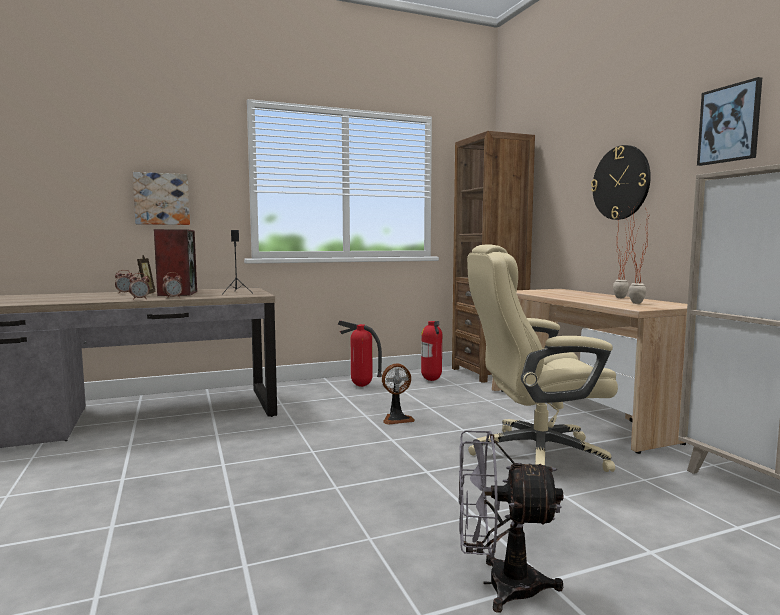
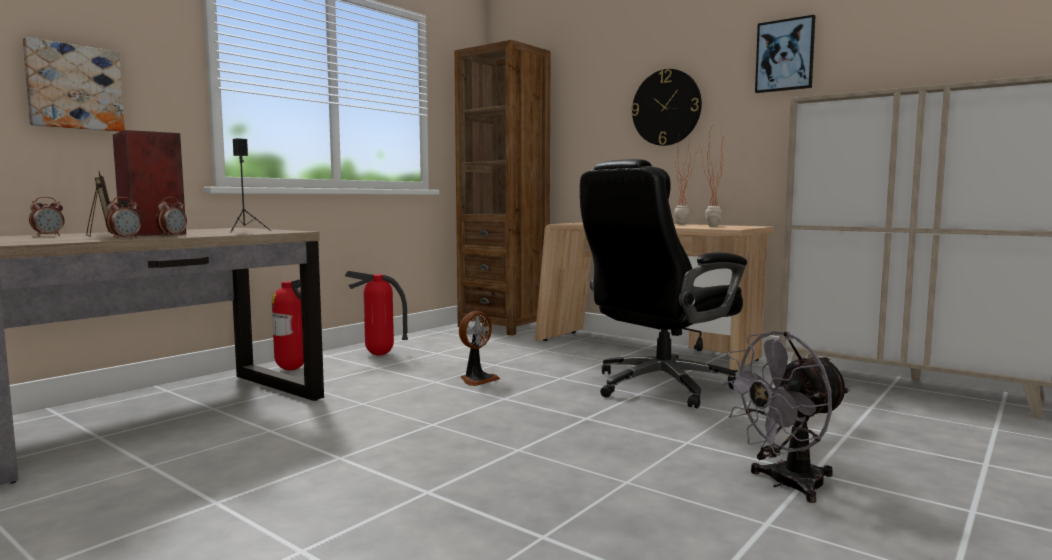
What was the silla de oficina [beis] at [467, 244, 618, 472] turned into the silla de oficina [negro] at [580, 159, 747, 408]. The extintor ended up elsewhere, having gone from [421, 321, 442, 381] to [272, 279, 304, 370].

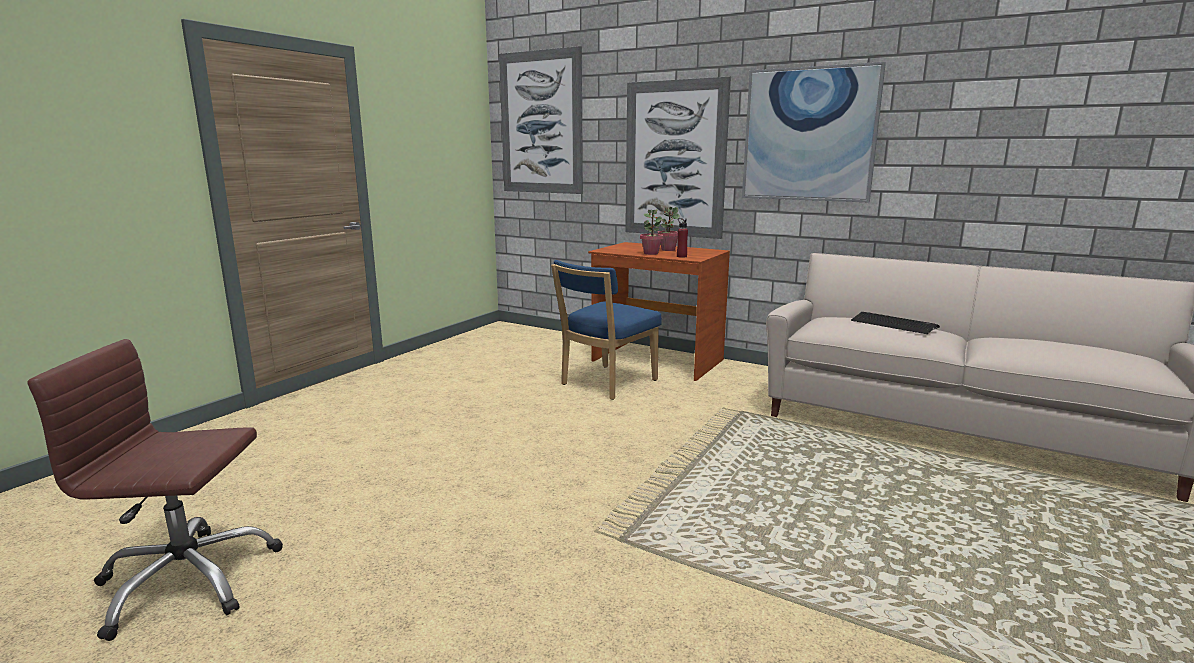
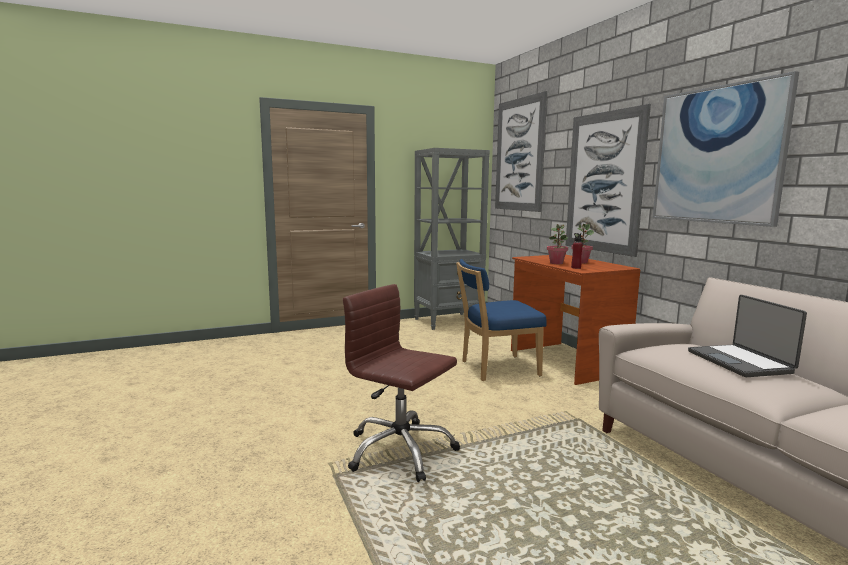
Where the teclado stood at [851, 312, 940, 334], the portátil came to stand at [688, 295, 807, 377]. The silla de oficina [marrón] ended up elsewhere, having gone from [27, 339, 283, 641] to [343, 284, 460, 482]. The second view gained the estantería [gris] at [414, 148, 490, 330].

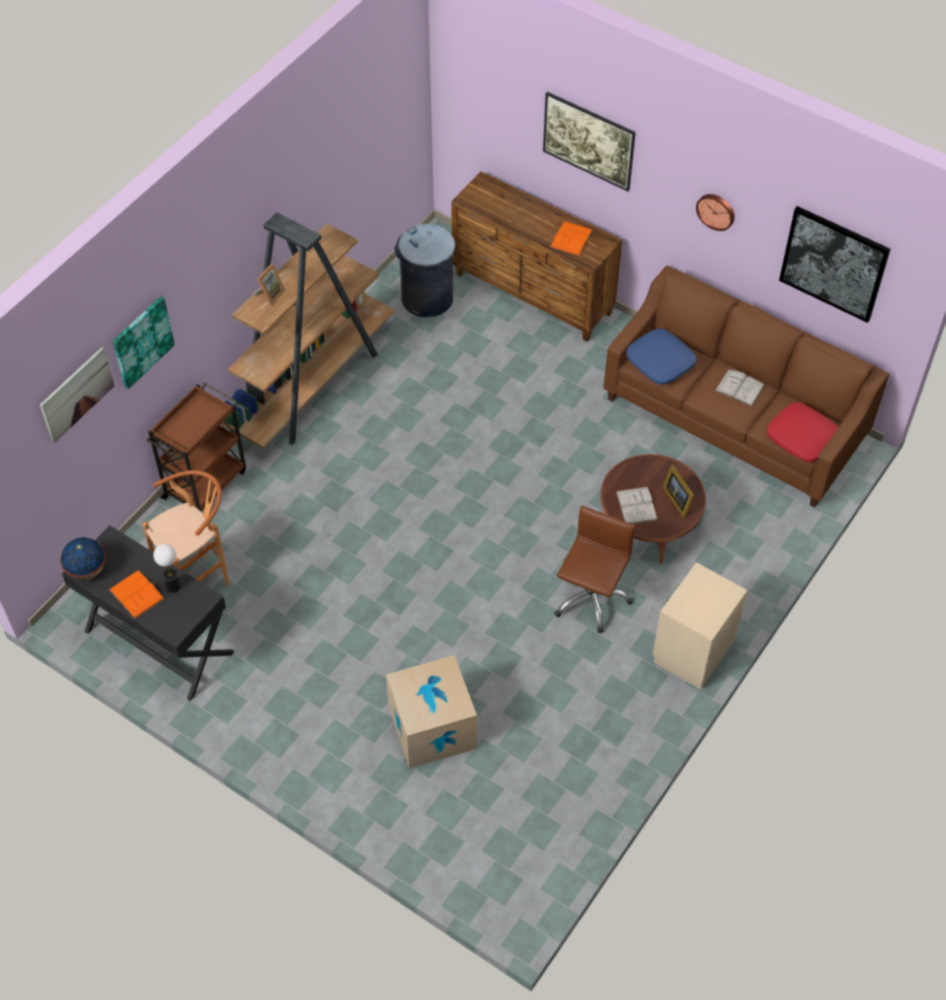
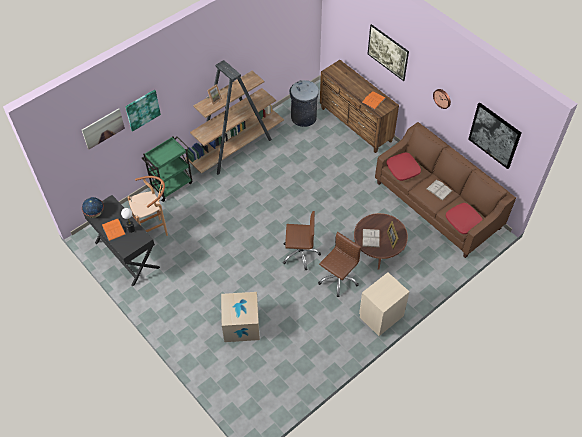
What was the cojín [azul] at [626, 328, 696, 385] turned into the cojín [rojo] at [386, 153, 421, 181]. What was the carrito [marrón] at [146, 383, 246, 512] turned into the carrito [verde] at [142, 136, 192, 202]. The second view gained the silla de oficina [marrón] at [283, 211, 321, 271].

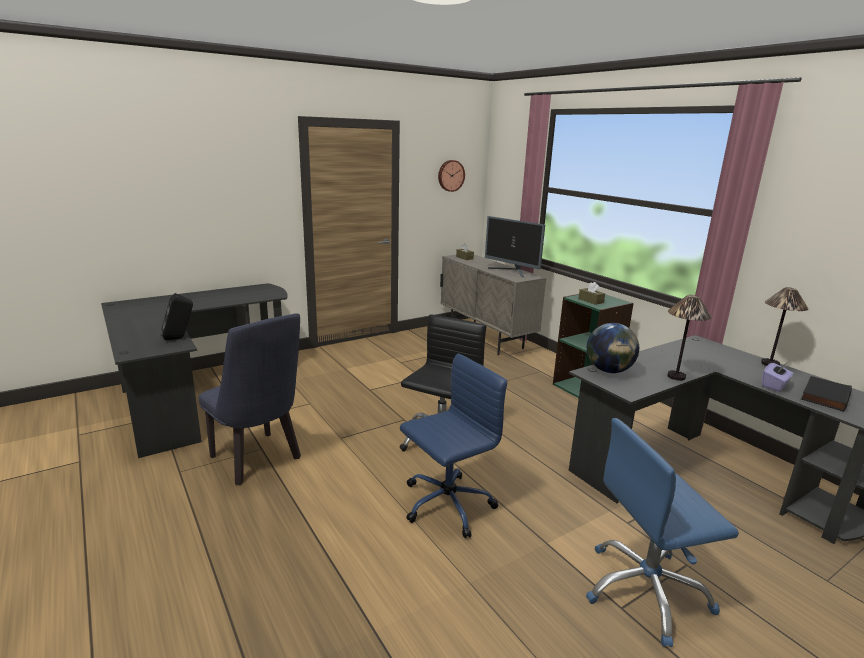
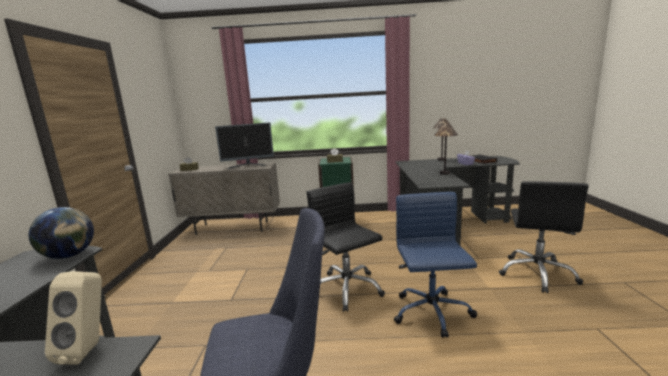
The second view lost the reloj de pared at [438, 160, 465, 192]. What was the altavoz [negro] at [161, 293, 193, 340] turned into the altavoz [beis] at [45, 271, 102, 365]. The globo terráqueo ended up elsewhere, having gone from [587, 323, 639, 373] to [29, 207, 94, 259]. What was the silla de oficina [azul] at [586, 418, 739, 647] turned into the silla de oficina [negro] at [499, 181, 589, 293].

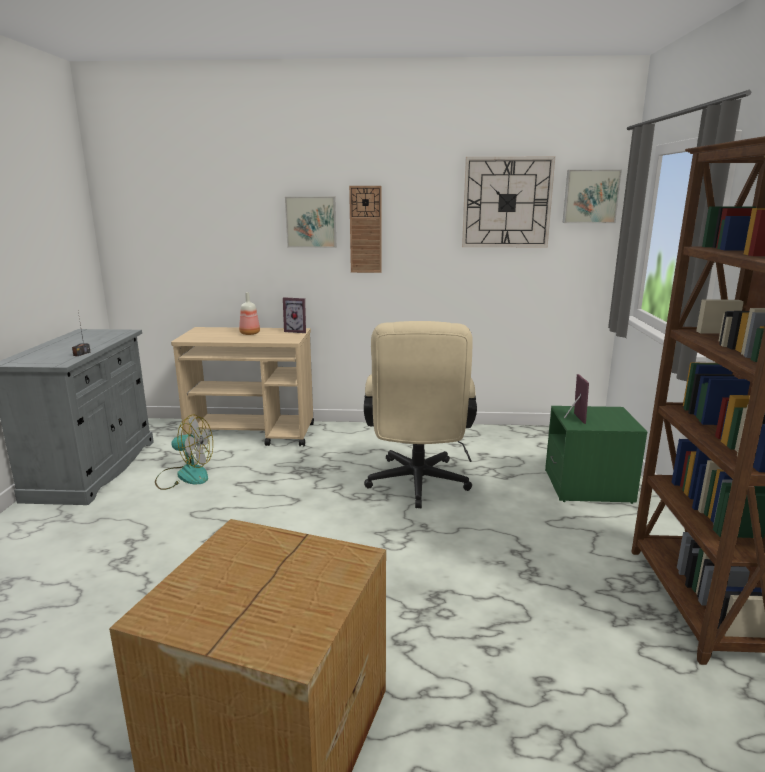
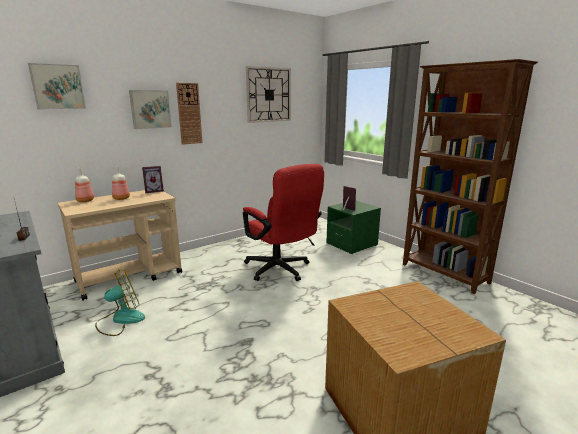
The cuadro ended up elsewhere, having gone from [563, 170, 622, 223] to [28, 63, 86, 110]. What was the silla de oficina [beis] at [364, 321, 477, 508] turned into the silla de oficina [rojo] at [243, 164, 324, 281]. The second view gained the botella at [75, 168, 94, 202].

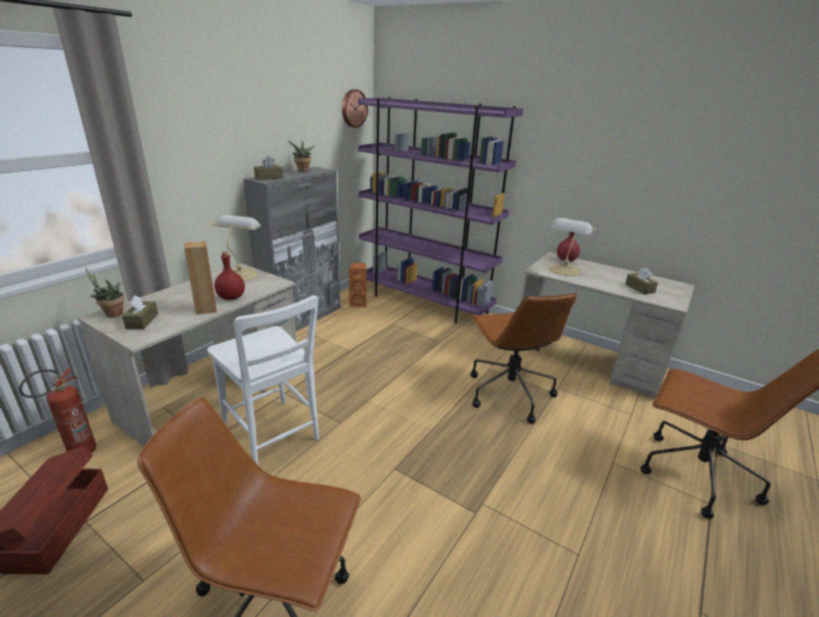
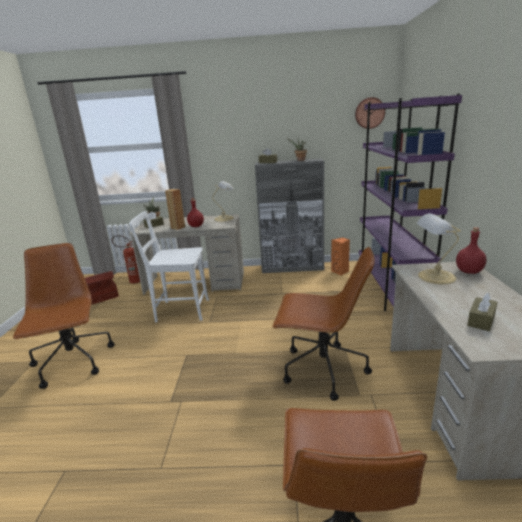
The silla de oficina [marrón] at [470, 293, 577, 424] ended up facing another way, 120 degrees counterclockwise from before. The silla [blanco] at [207, 295, 319, 466] ended up facing another way, 75 degrees clockwise from before.

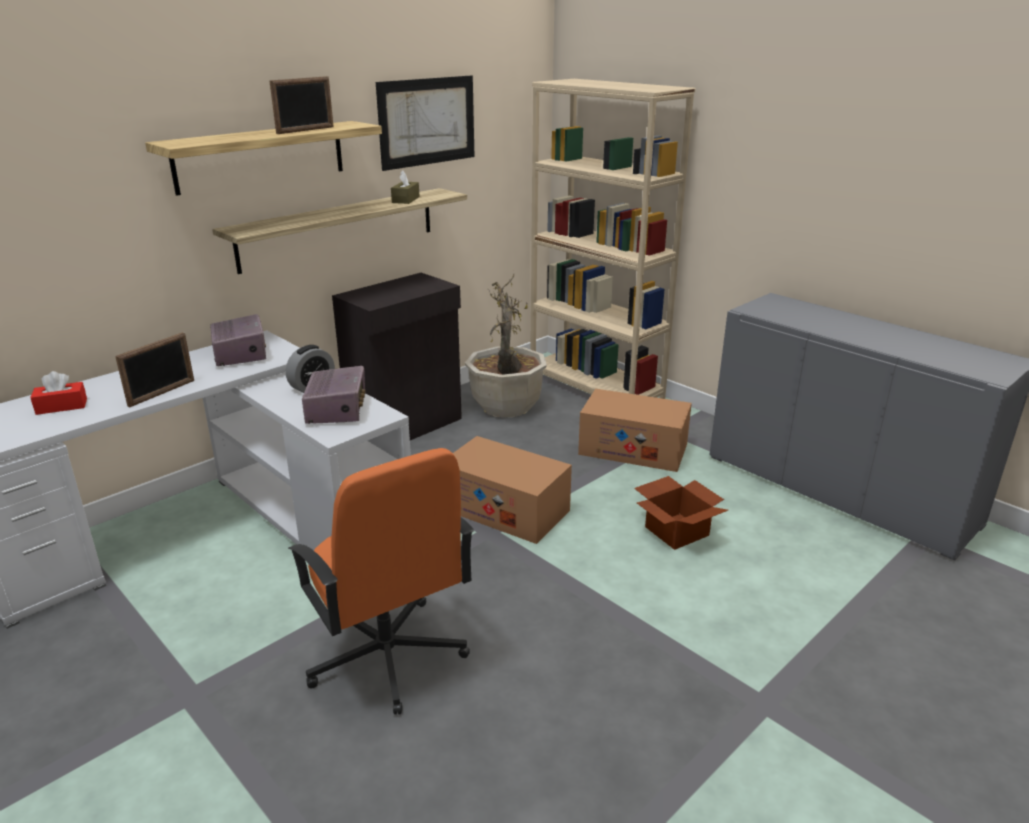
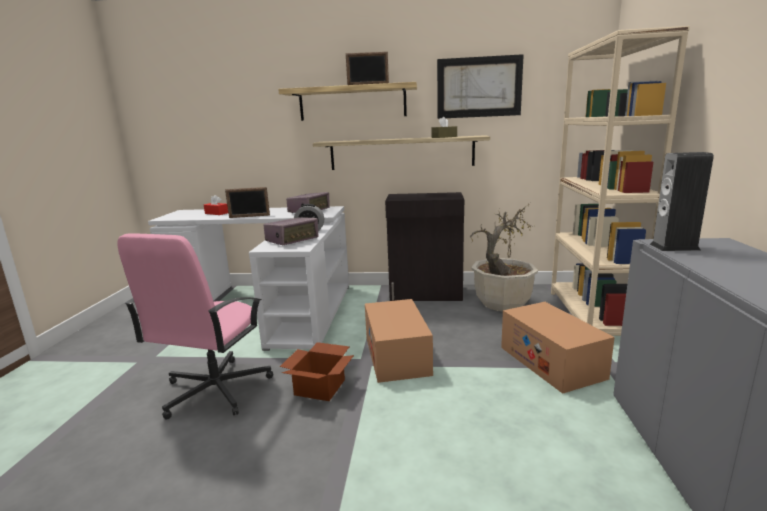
What was the silla de oficina [naranja] at [288, 448, 474, 715] turned into the silla de oficina [rosa] at [117, 233, 273, 420]. The caja de cartón ended up elsewhere, having gone from [634, 476, 728, 550] to [280, 342, 354, 401]. The second view gained the altavoz at [650, 152, 714, 251].

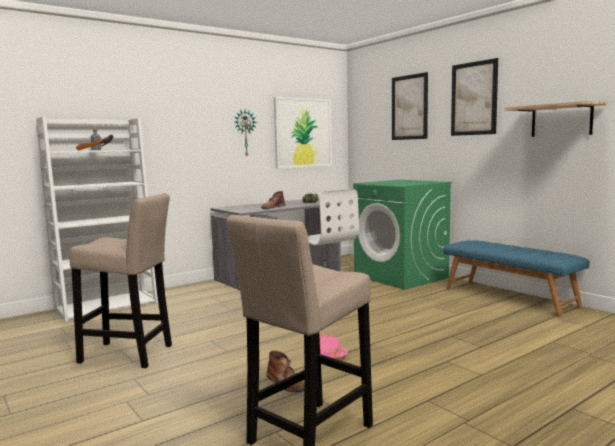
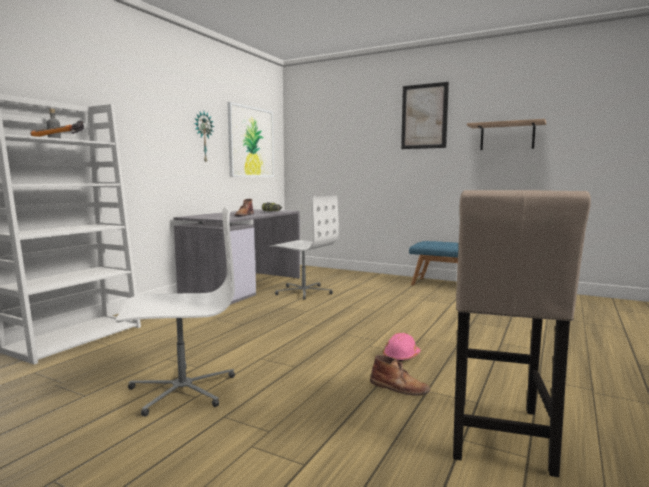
The second view lost the cuadro at [392, 72, 428, 140]. The second view lost the lavadora [verde] at [353, 180, 452, 290]. Where the taburete [beis] stood at [69, 193, 172, 368], the silla de oficina [blanco] came to stand at [116, 206, 235, 417].

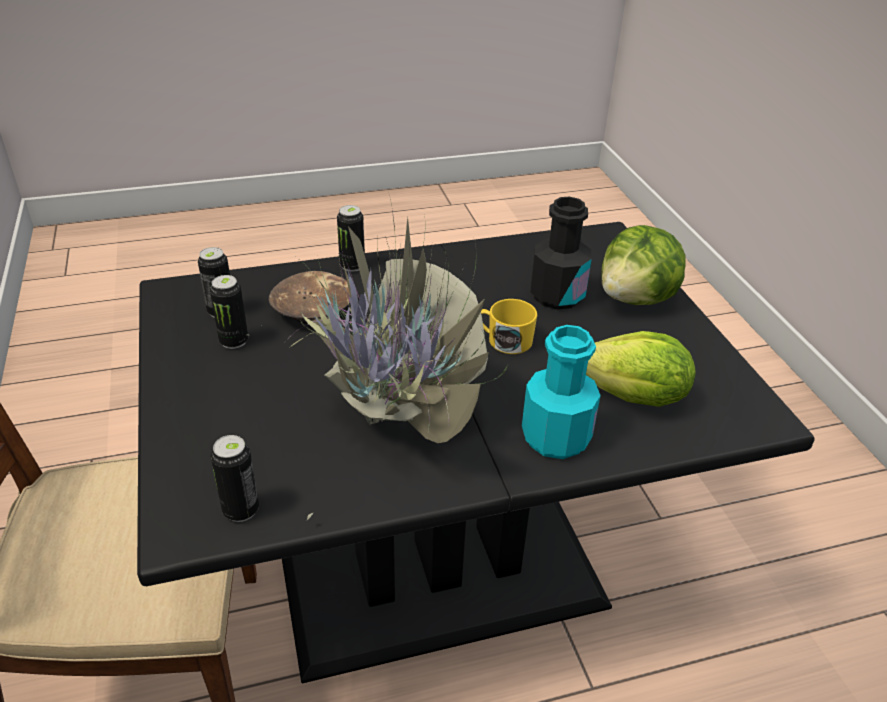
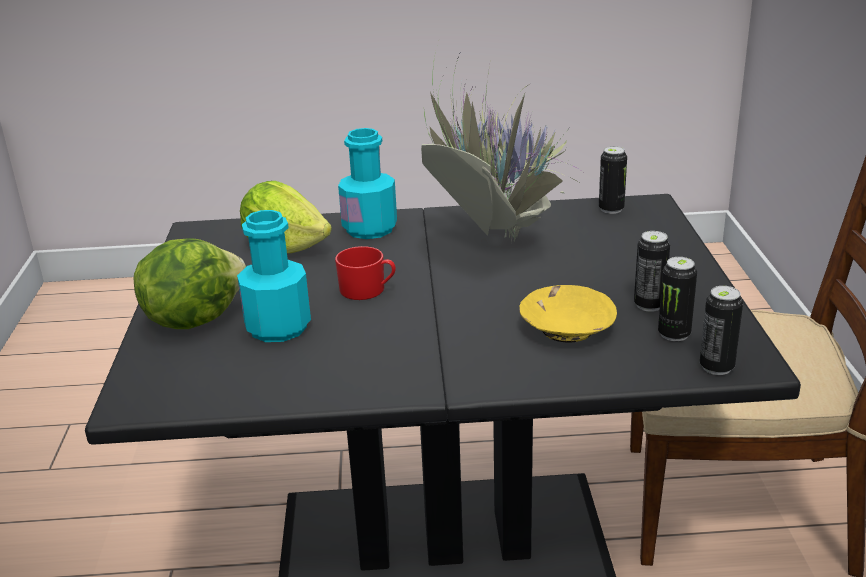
What was the botella [negro] at [531, 197, 592, 310] turned into the botella [turquesa] at [237, 210, 311, 342]. The lata ended up elsewhere, having gone from [337, 205, 365, 272] to [700, 286, 743, 375]. What was the cuenco [marrón] at [269, 271, 350, 324] turned into the cuenco [amarillo] at [519, 285, 617, 342]. What was the taza grande [amarillo] at [481, 299, 537, 354] turned into the taza grande [rojo] at [335, 246, 396, 300].

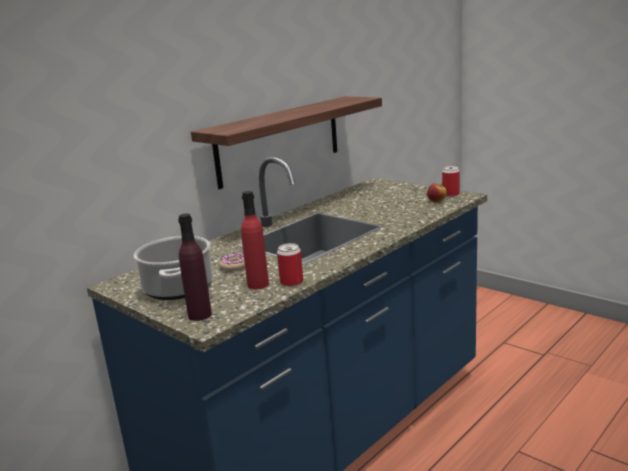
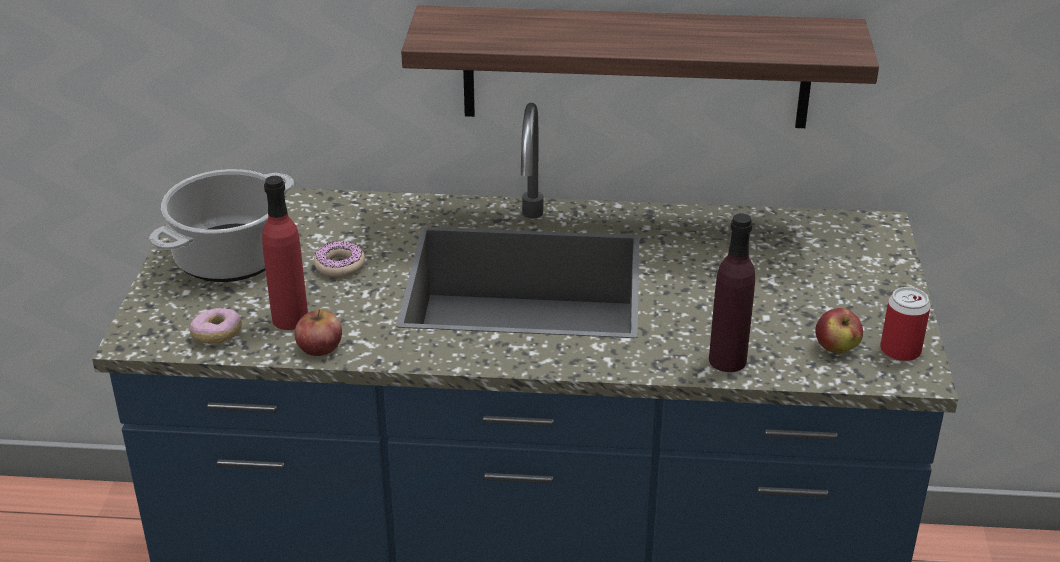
The botella [morado] ended up elsewhere, having gone from [178, 213, 212, 321] to [709, 213, 755, 372]. Where the lata stood at [277, 243, 303, 287], the manzana came to stand at [294, 309, 342, 356]. The second view gained the rosquilla at [190, 308, 242, 344].

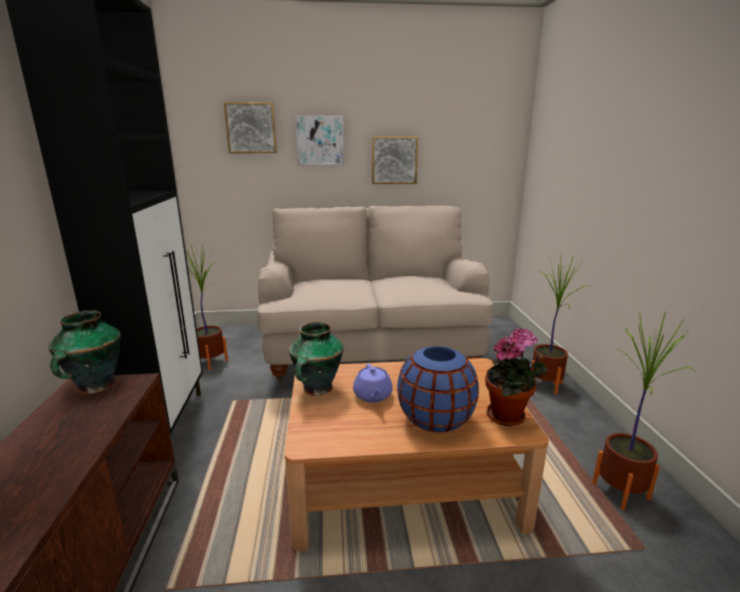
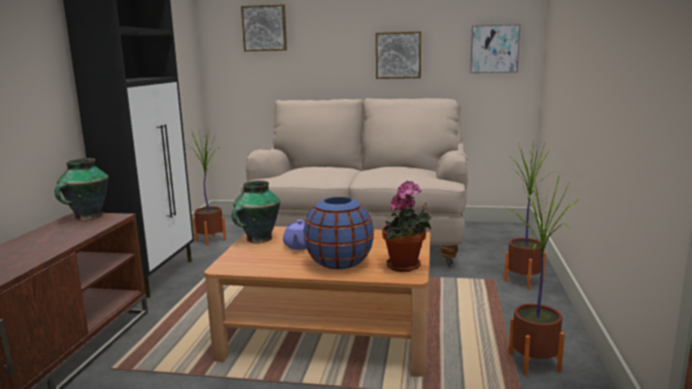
The cuadro ended up elsewhere, having gone from [296, 116, 344, 165] to [470, 24, 521, 73].

